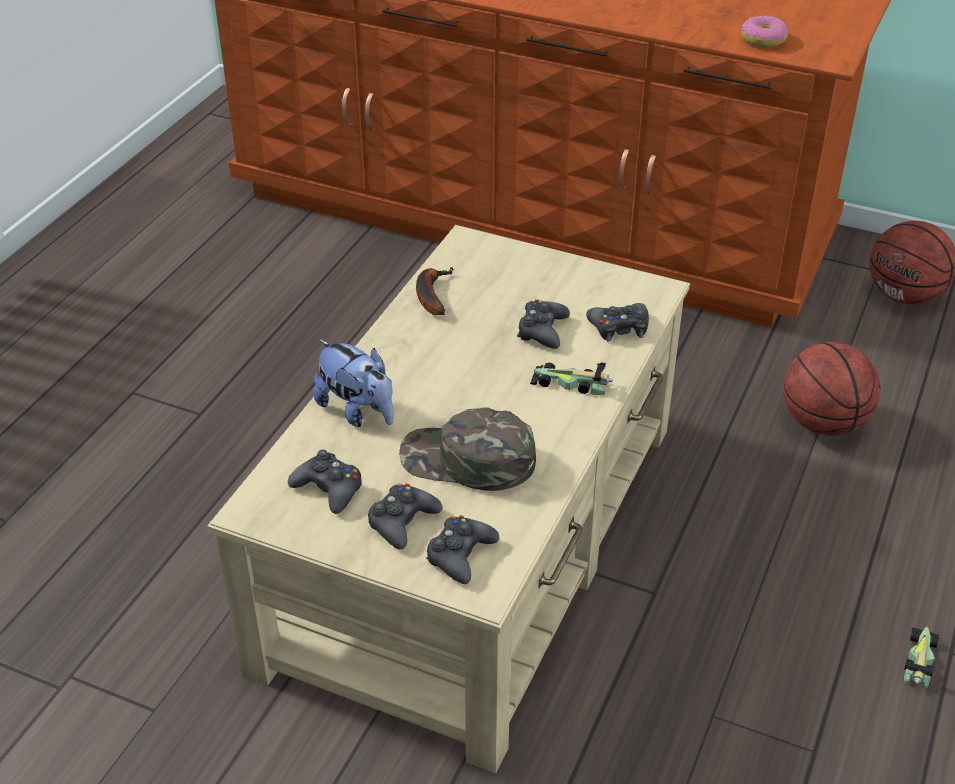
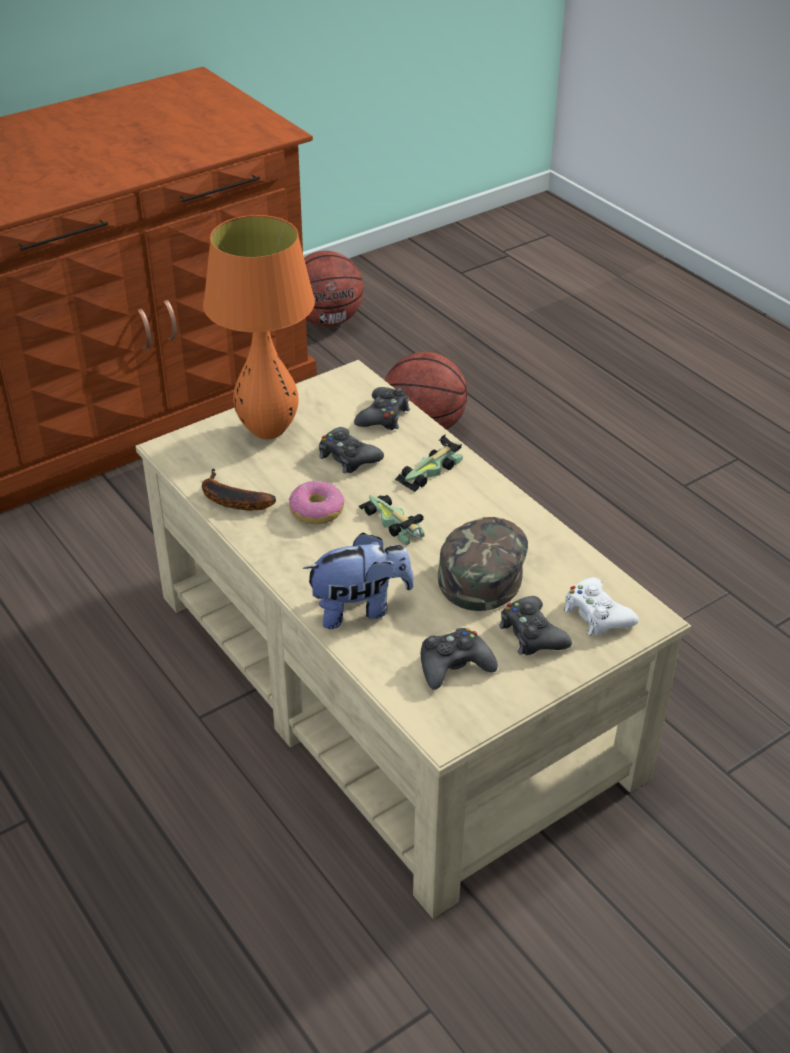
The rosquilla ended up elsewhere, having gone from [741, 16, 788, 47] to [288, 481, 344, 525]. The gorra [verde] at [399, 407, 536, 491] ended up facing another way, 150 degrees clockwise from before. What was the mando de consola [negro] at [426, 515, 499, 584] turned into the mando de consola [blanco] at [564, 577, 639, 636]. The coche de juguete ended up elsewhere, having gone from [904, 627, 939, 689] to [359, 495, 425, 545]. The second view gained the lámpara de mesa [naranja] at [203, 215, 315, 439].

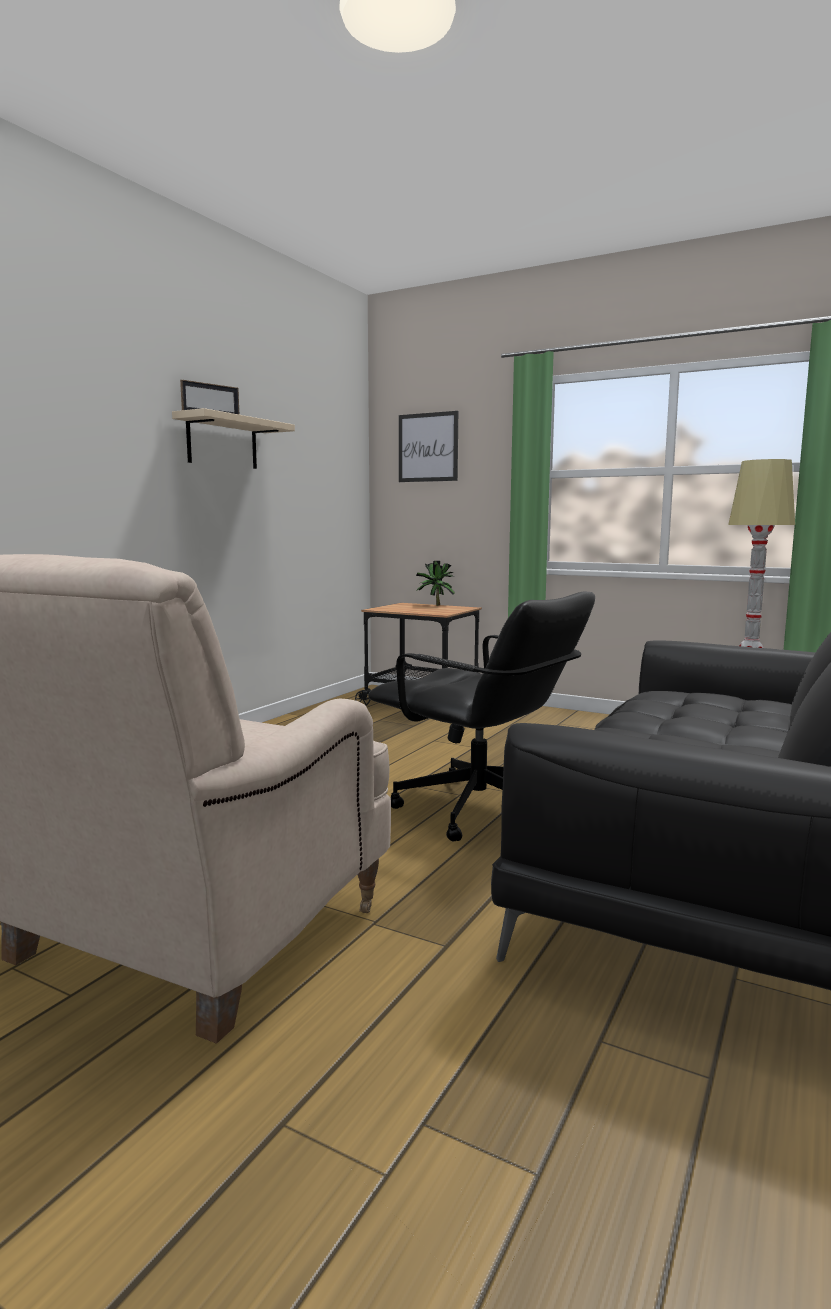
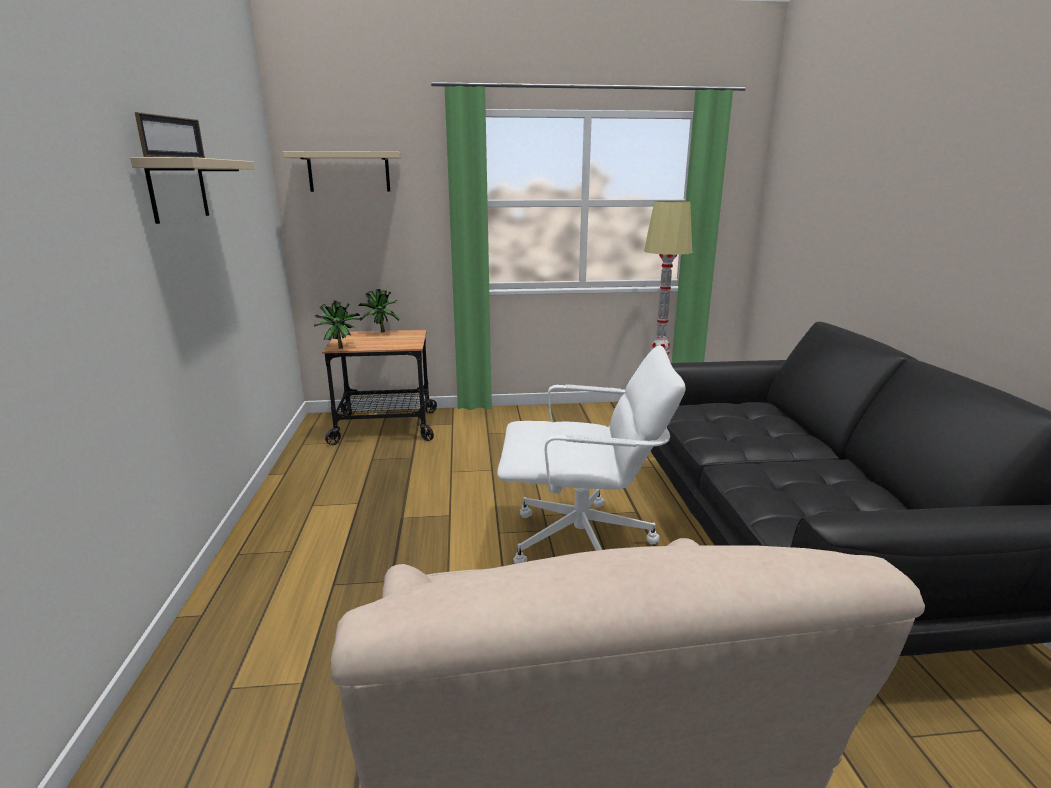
Where the cuadro hung at [399, 411, 458, 482], the estante [beis] came to hang at [283, 151, 402, 192]. What was the silla de oficina [negro] at [368, 591, 595, 841] turned into the silla de oficina [blanco] at [497, 346, 685, 564]. The second view gained the planta en maceta at [314, 301, 361, 349].

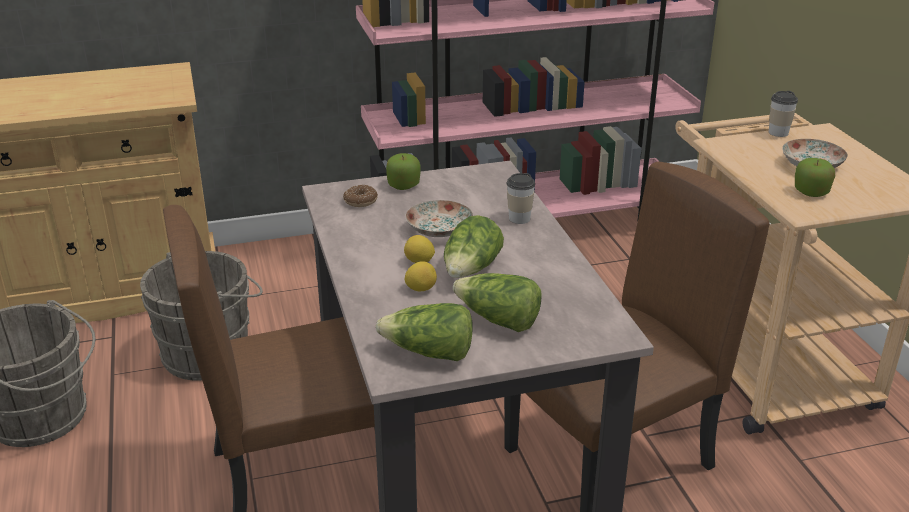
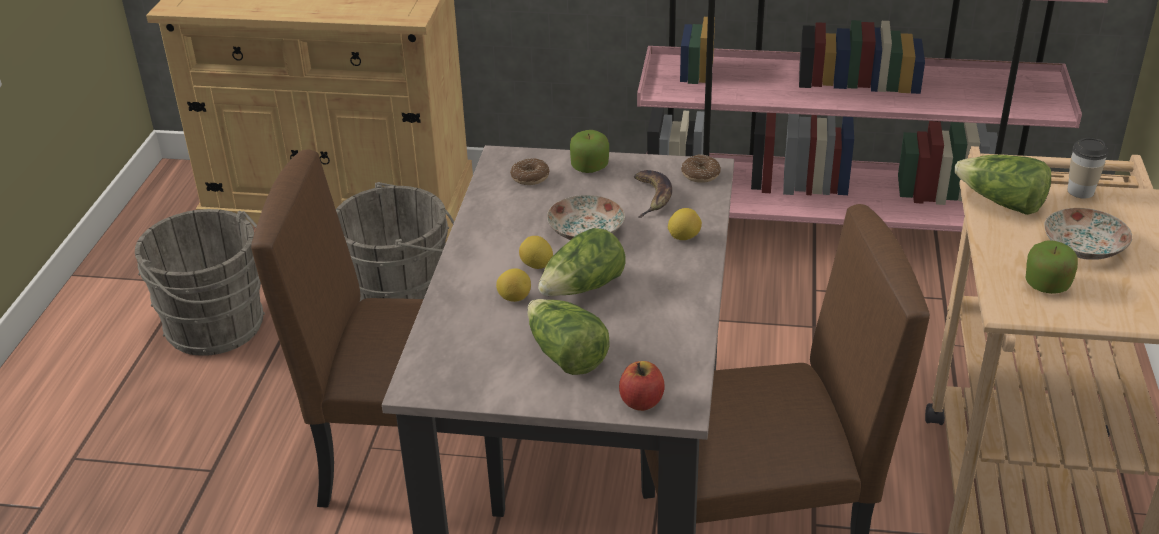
Where the taza stood at [506, 173, 535, 224], the limón came to stand at [668, 208, 702, 240]. The lechuga ended up elsewhere, having gone from [376, 303, 473, 361] to [954, 155, 1051, 215]. The second view gained the rosquilla at [681, 154, 721, 183]. The second view gained the plátano at [634, 170, 672, 218]. The second view gained the manzana at [619, 361, 665, 411].

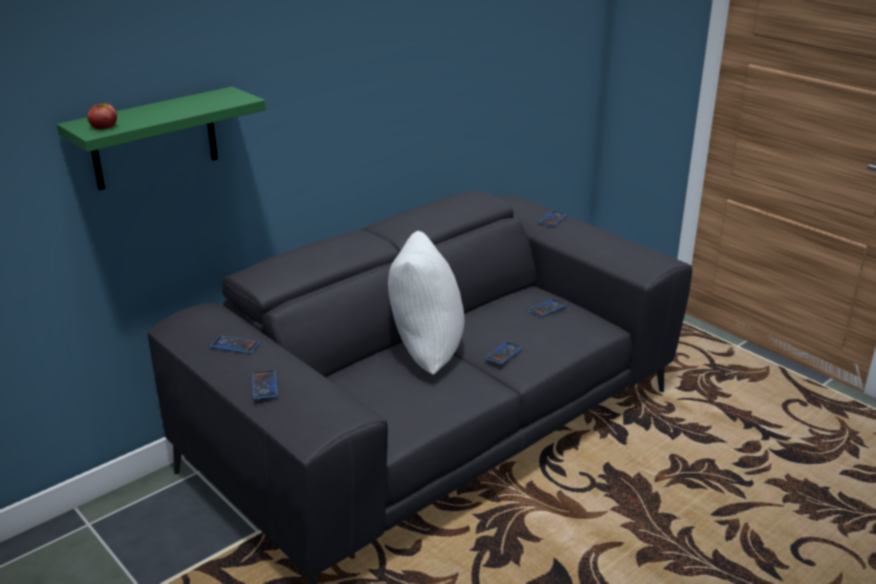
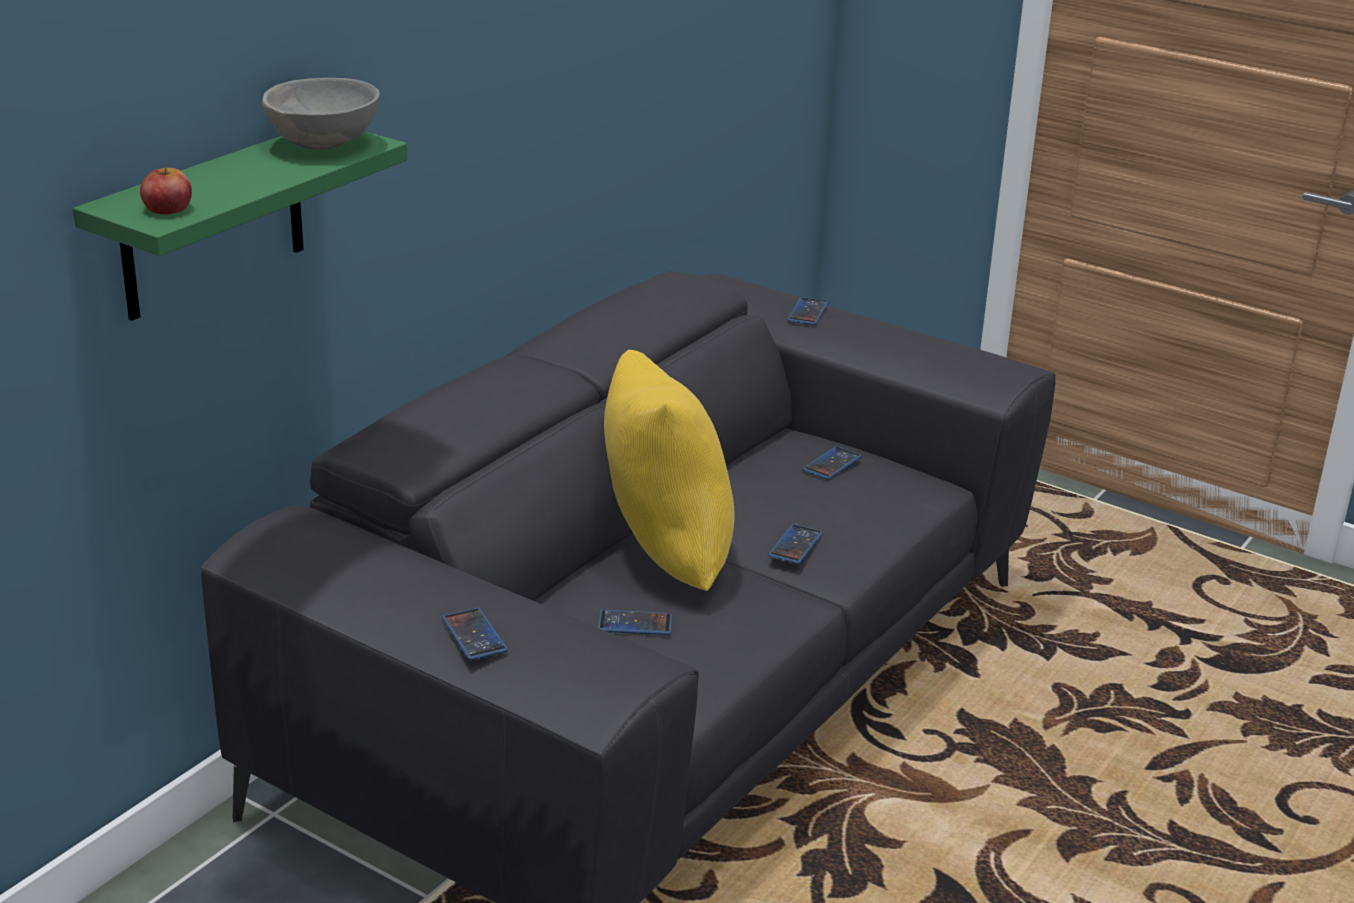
What was the cojín [blanco] at [388, 231, 465, 375] turned into the cojín [amarillo] at [604, 350, 735, 591]. The móvil ended up elsewhere, having gone from [210, 335, 260, 354] to [597, 610, 673, 635]. The second view gained the cuenco [gris] at [262, 78, 380, 149].

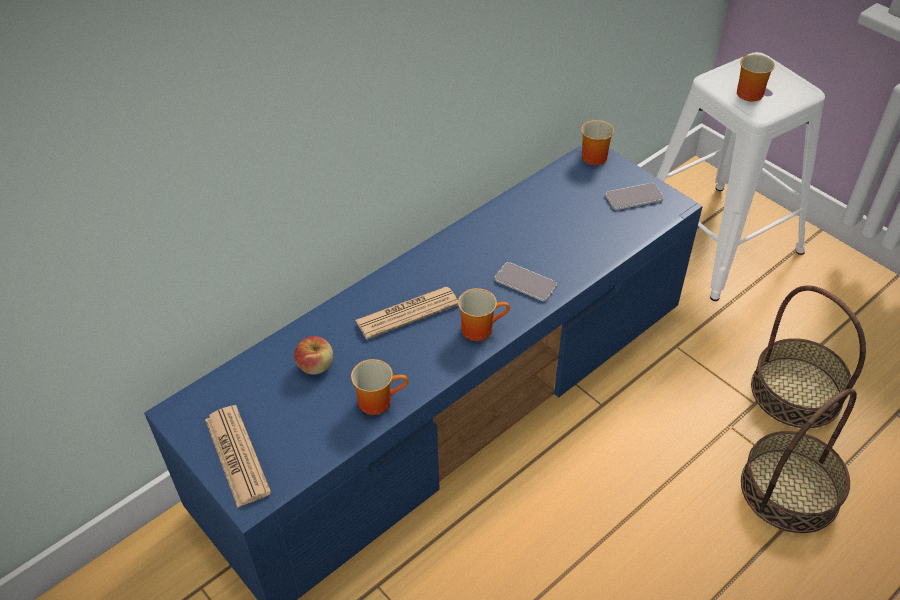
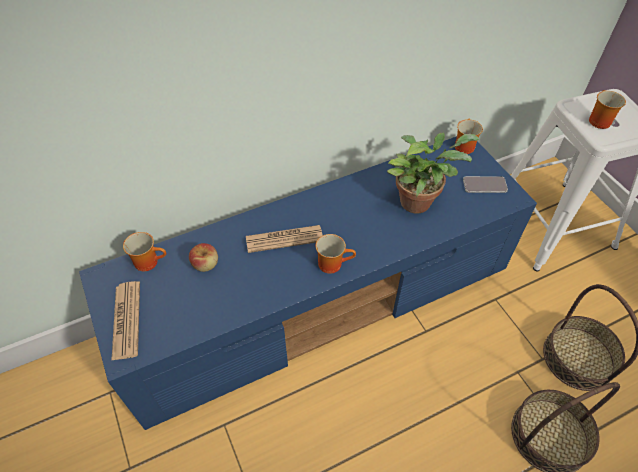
The second view lost the móvil at [495, 262, 557, 301]. The taza grande ended up elsewhere, having gone from [351, 359, 408, 415] to [123, 232, 166, 272]. The second view gained the planta en maceta at [387, 133, 480, 214].

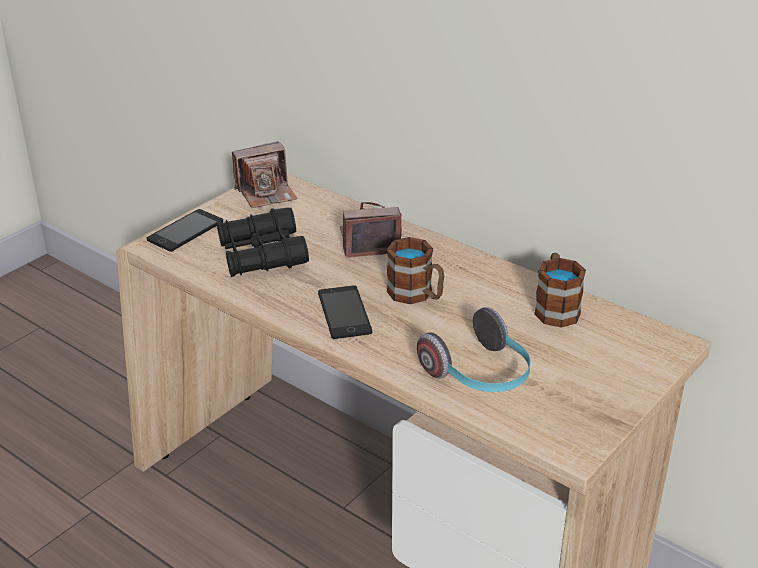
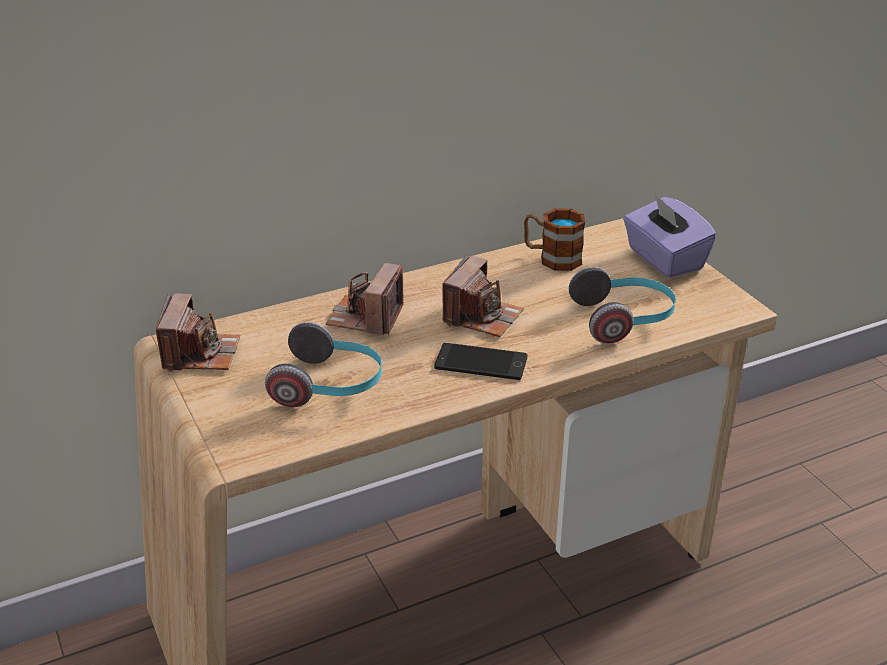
Where the prismáticos [negro] stood at [217, 208, 309, 277], the auriculares came to stand at [265, 322, 382, 407]. The second view lost the móvil at [147, 209, 223, 252]. Where the taza grande stood at [387, 237, 444, 304], the cámara came to stand at [442, 255, 524, 337]. The second view gained the caja de pañuelos [morado] at [623, 193, 717, 278].

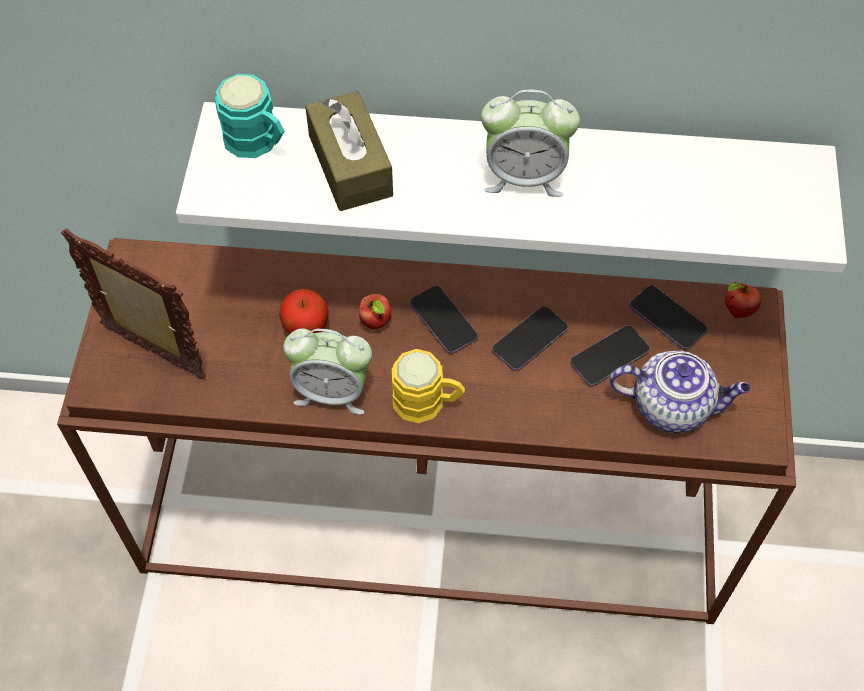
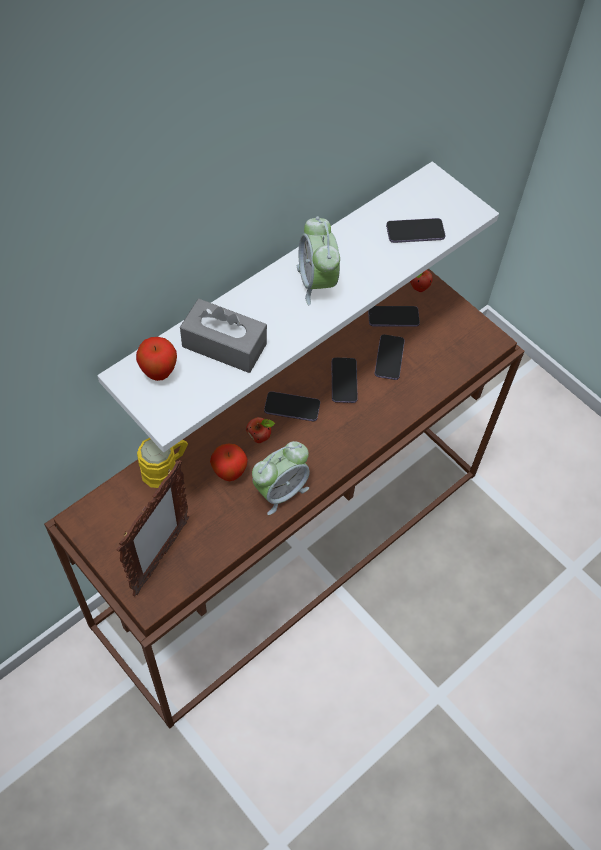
Where the taza grande [turquesa] stood at [215, 74, 284, 158], the manzana came to stand at [136, 337, 177, 381]. The despertador at [481, 90, 580, 197] ended up facing another way, 120 degrees clockwise from before. What was the caja de pañuelos [marrón] at [305, 91, 393, 211] turned into the caja de pañuelos [gris] at [180, 299, 267, 373]. The portarretratos at [61, 228, 206, 379] ended up facing another way, 135 degrees clockwise from before. The taza grande [amarillo] ended up elsewhere, having gone from [391, 349, 465, 423] to [137, 438, 188, 488]. The second view lost the tetera at [609, 351, 751, 433]. The second view gained the móvil at [386, 218, 446, 243].

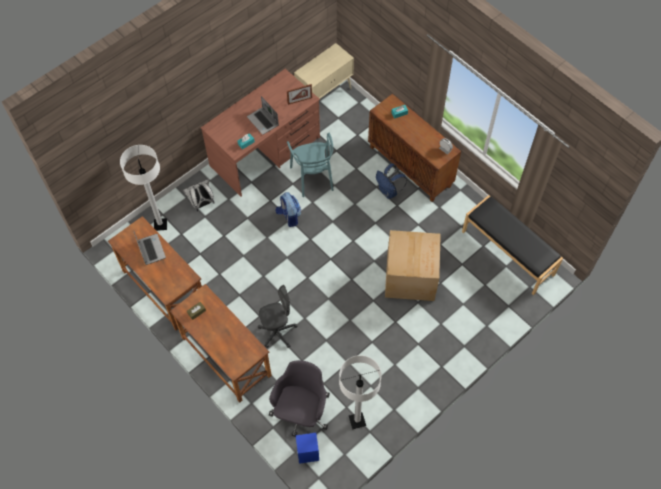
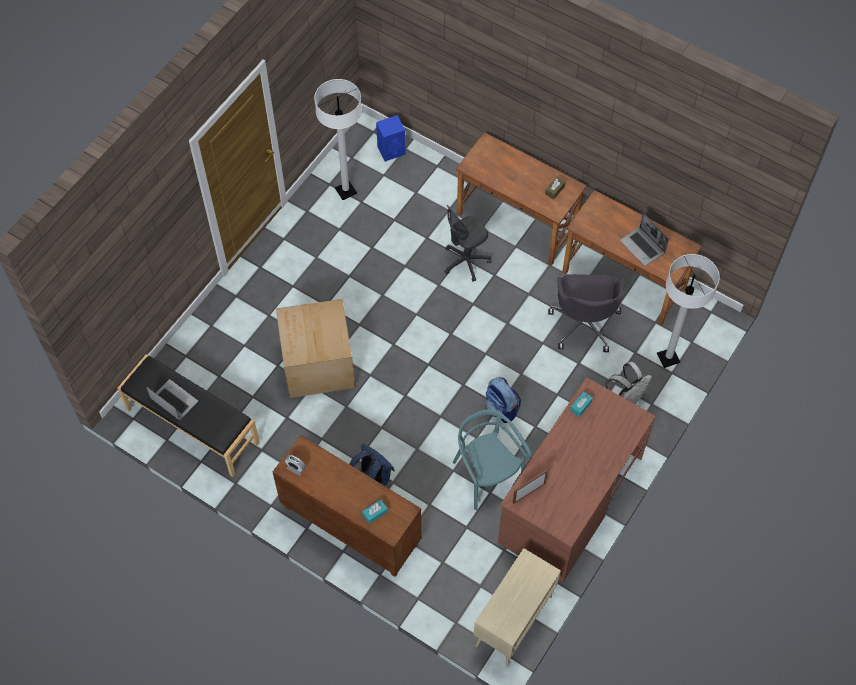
The portátil ended up elsewhere, having gone from [247, 96, 279, 135] to [146, 379, 198, 420]. The silla de oficina [gris] ended up elsewhere, having gone from [269, 360, 330, 437] to [548, 274, 624, 352].

